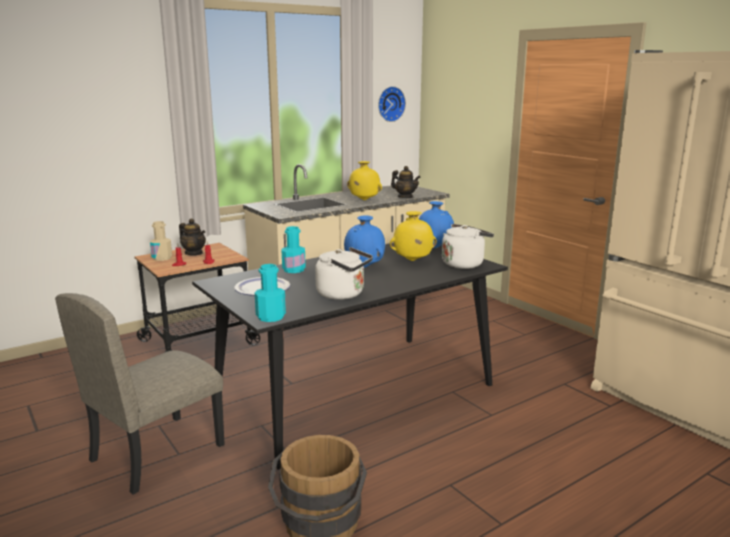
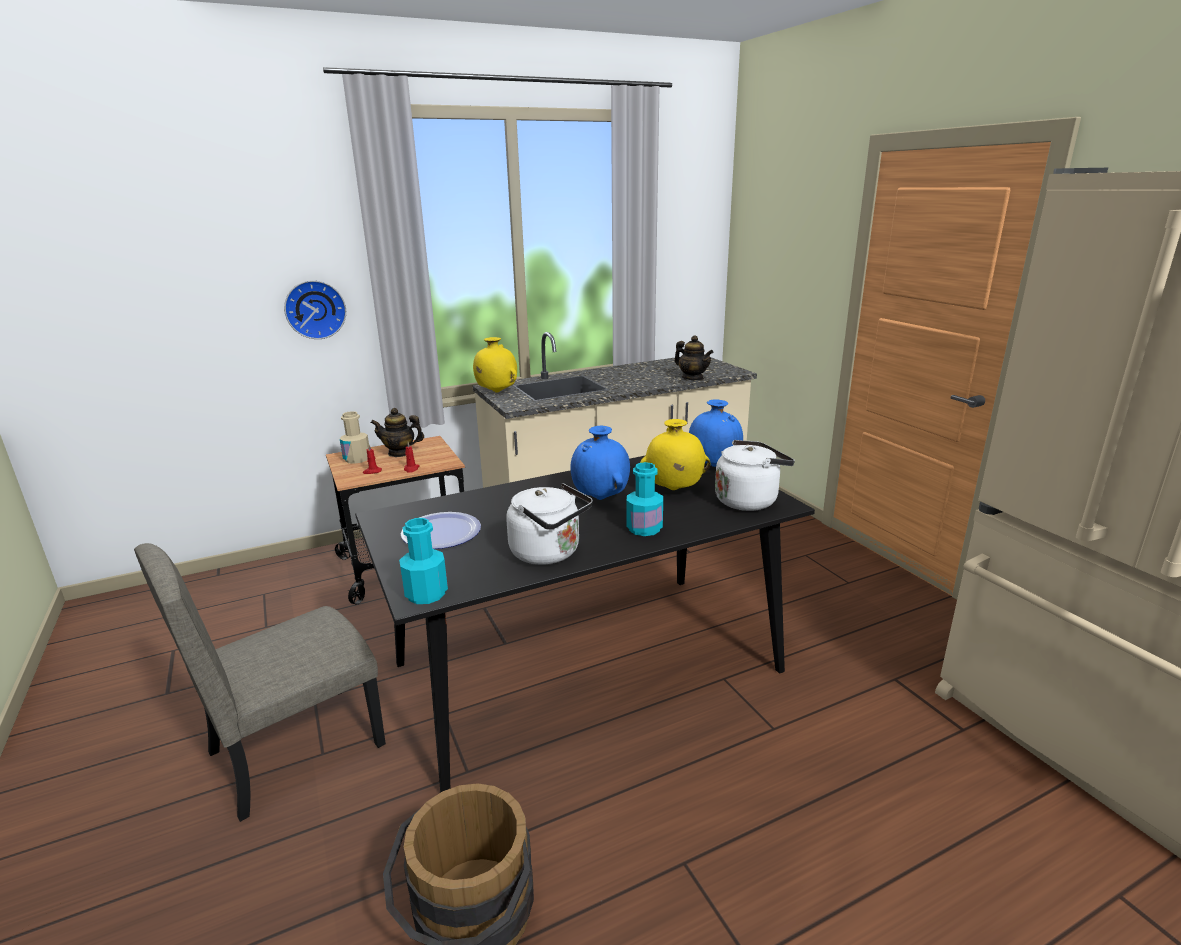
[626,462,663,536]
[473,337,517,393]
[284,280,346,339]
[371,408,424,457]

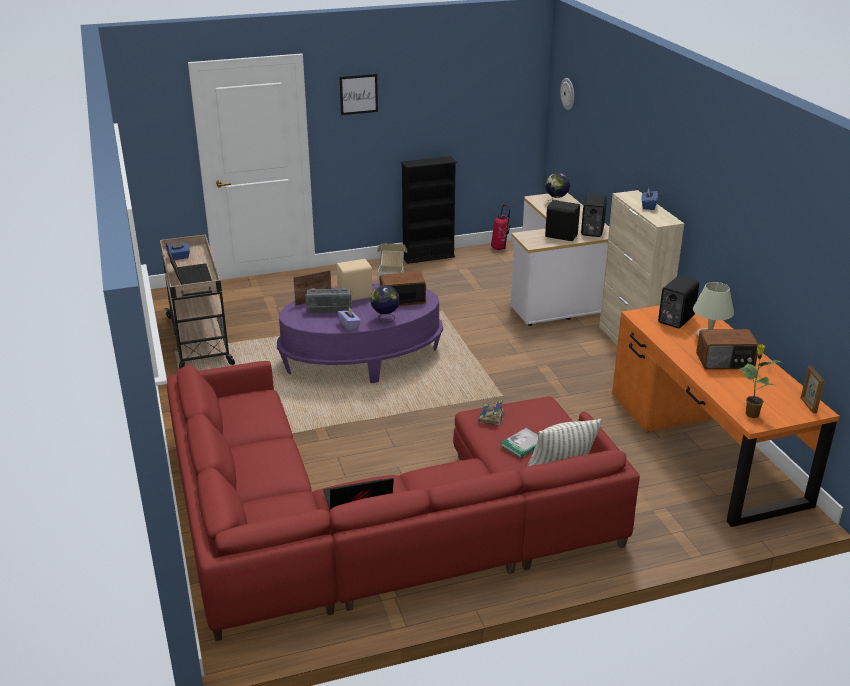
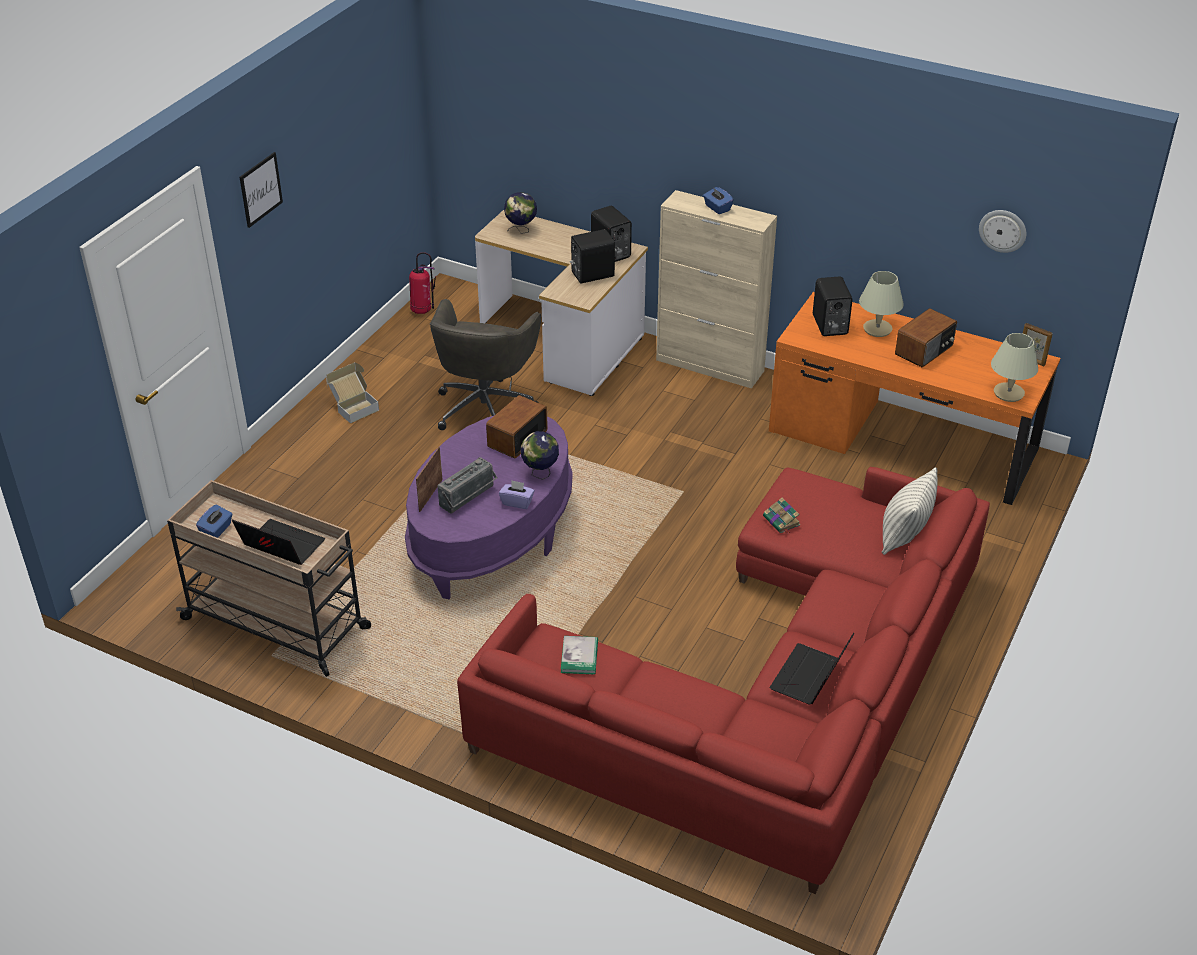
[336,259,374,301] (first image)
[401,156,457,264] (first image)
[430,299,541,430]
[561,636,598,675]
[979,210,1026,253]
[991,333,1038,402]

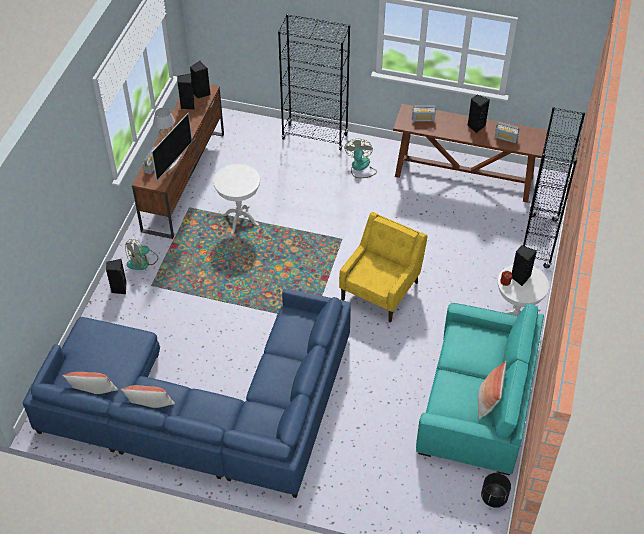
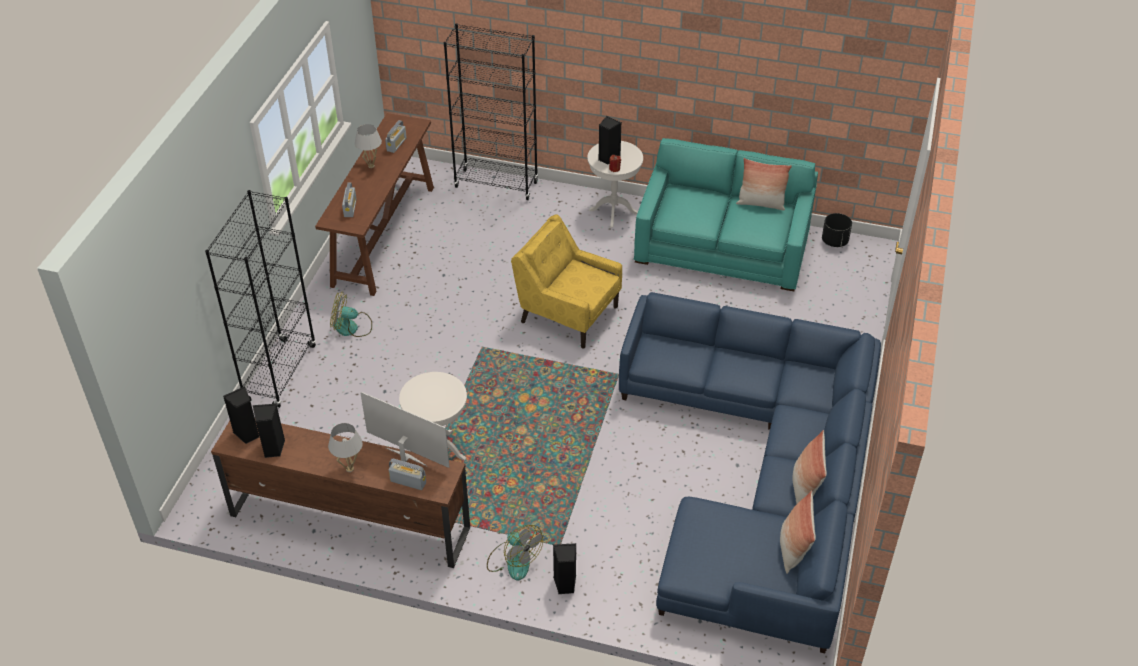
[355,124,382,168]

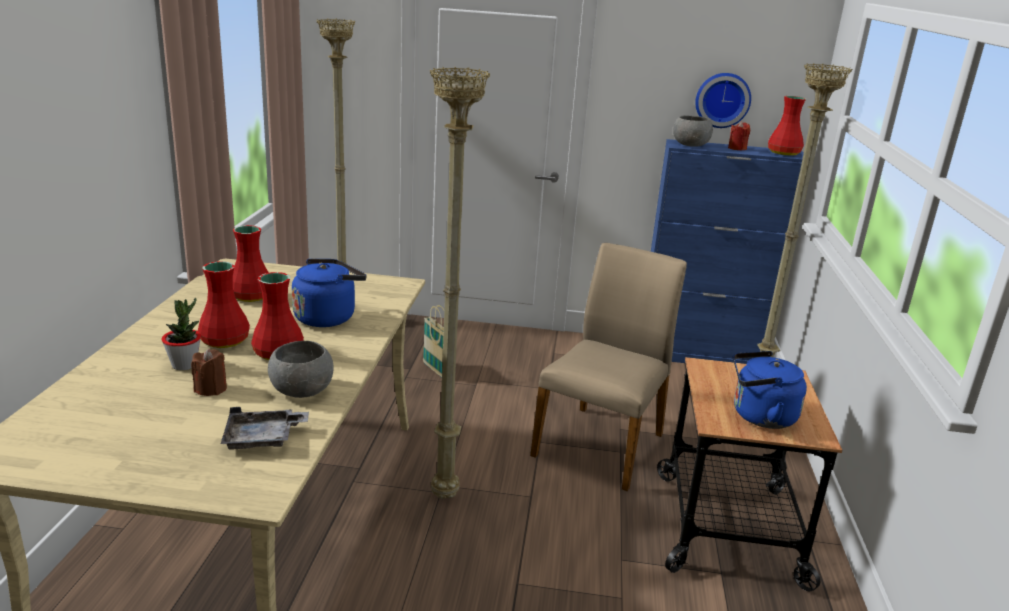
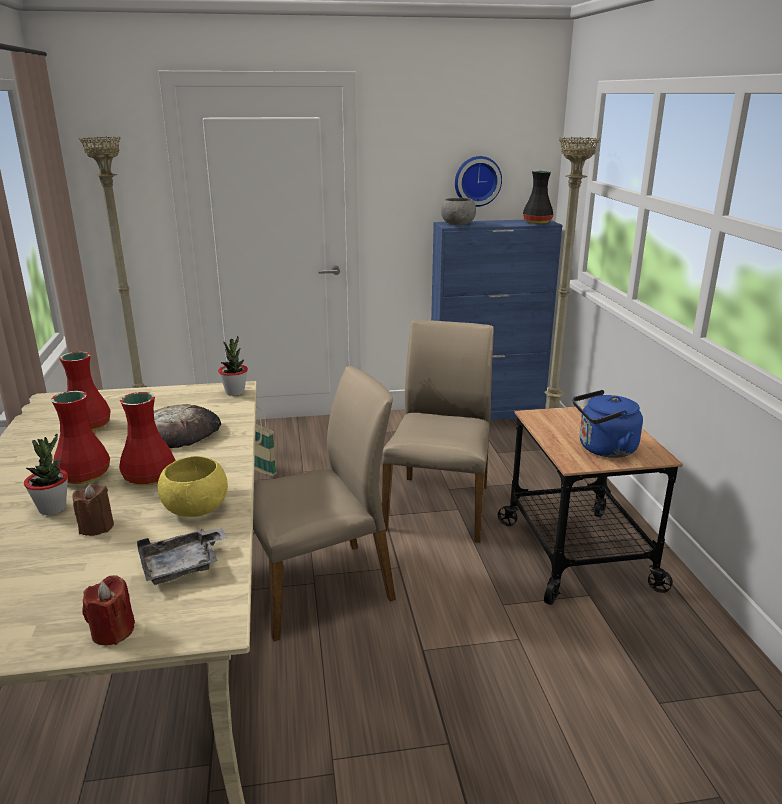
[218,336,248,396]
[82,575,135,645]
[154,404,221,448]
[253,366,396,641]
[158,456,228,517]
[523,171,554,224]

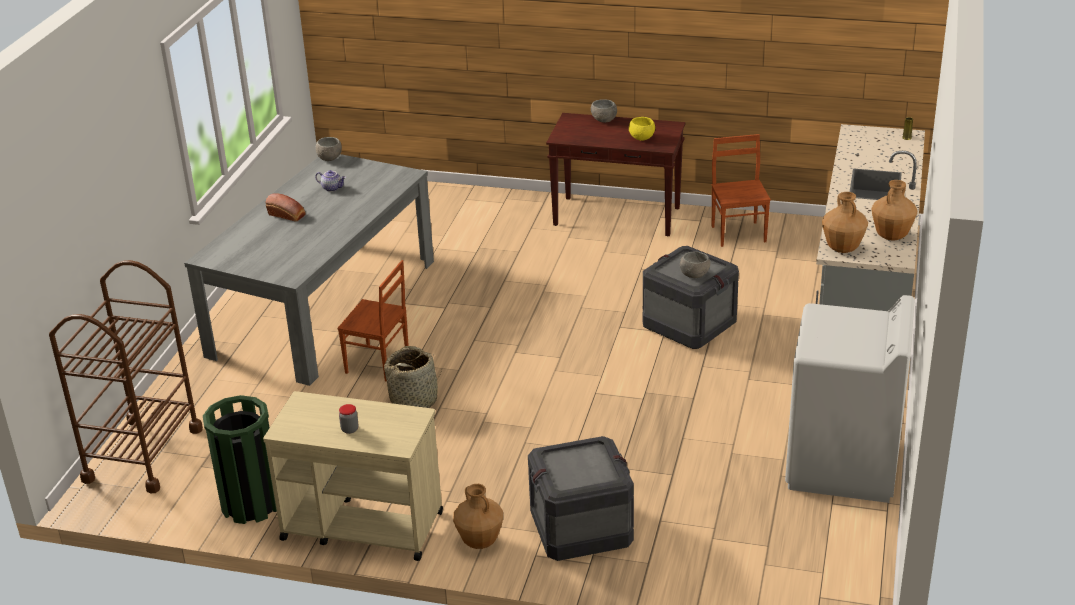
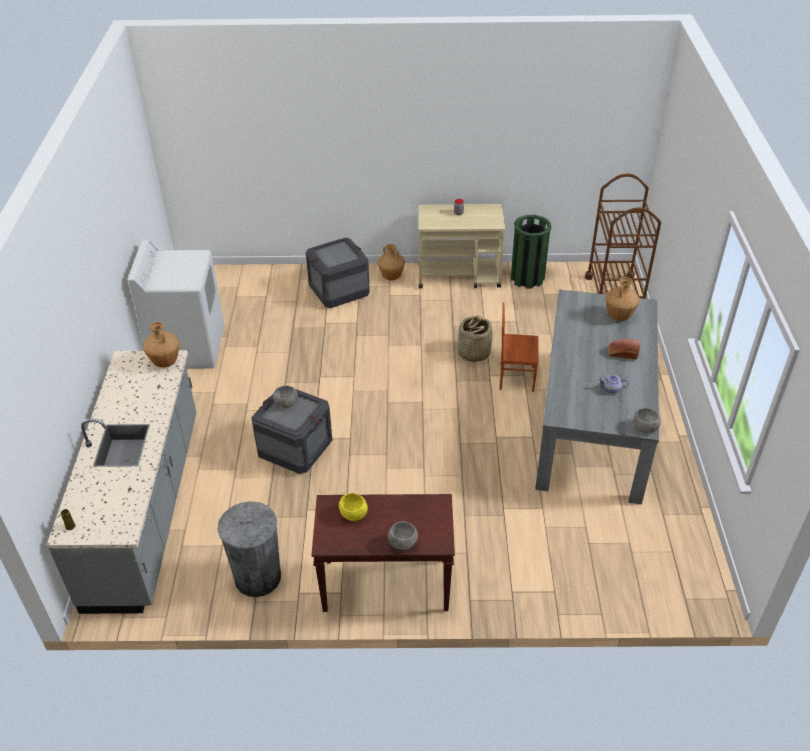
[606,277,639,321]
[217,501,281,597]

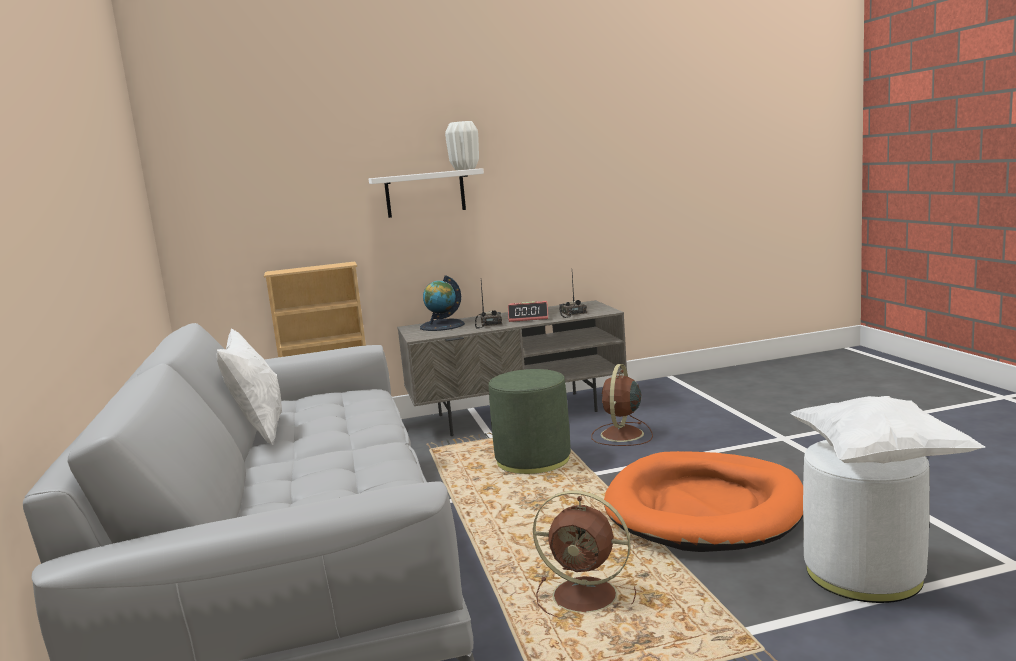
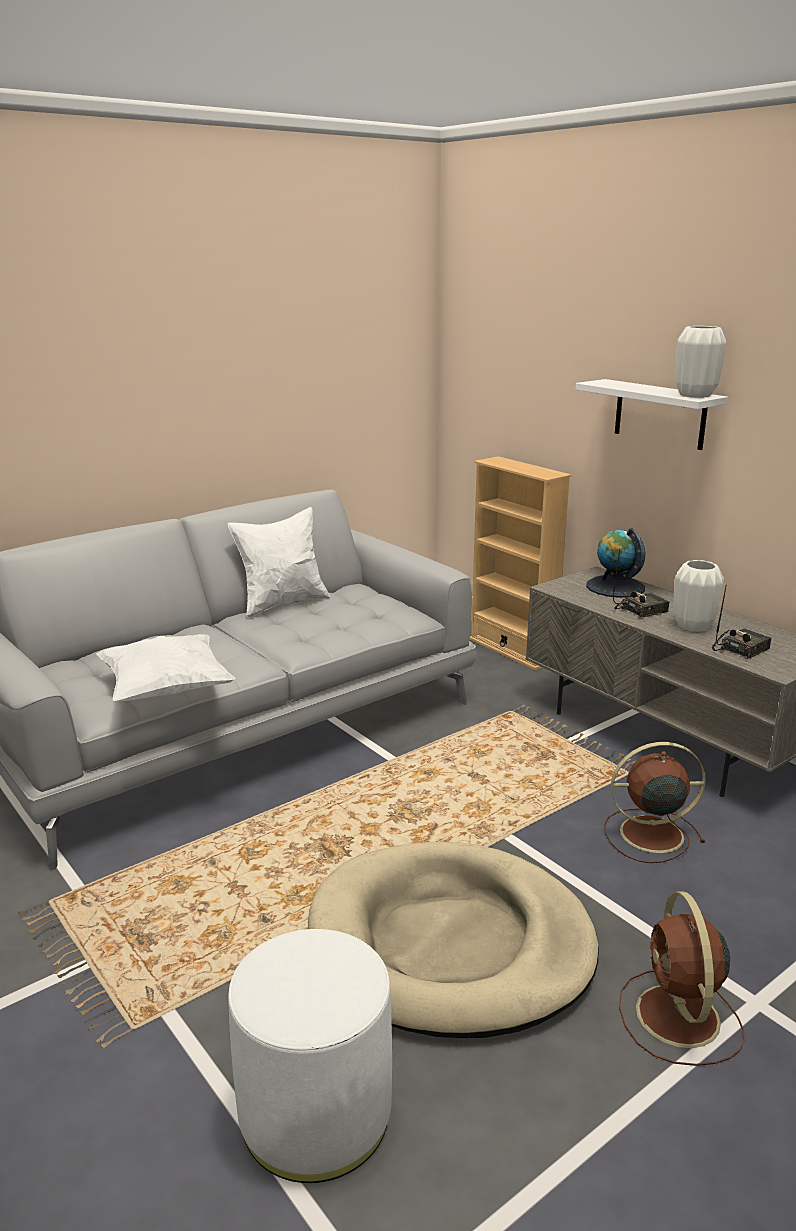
[489,369,571,474] (first image)
[619,892,745,1066]
[96,634,236,701]
[673,560,724,632]
[308,842,599,1038]

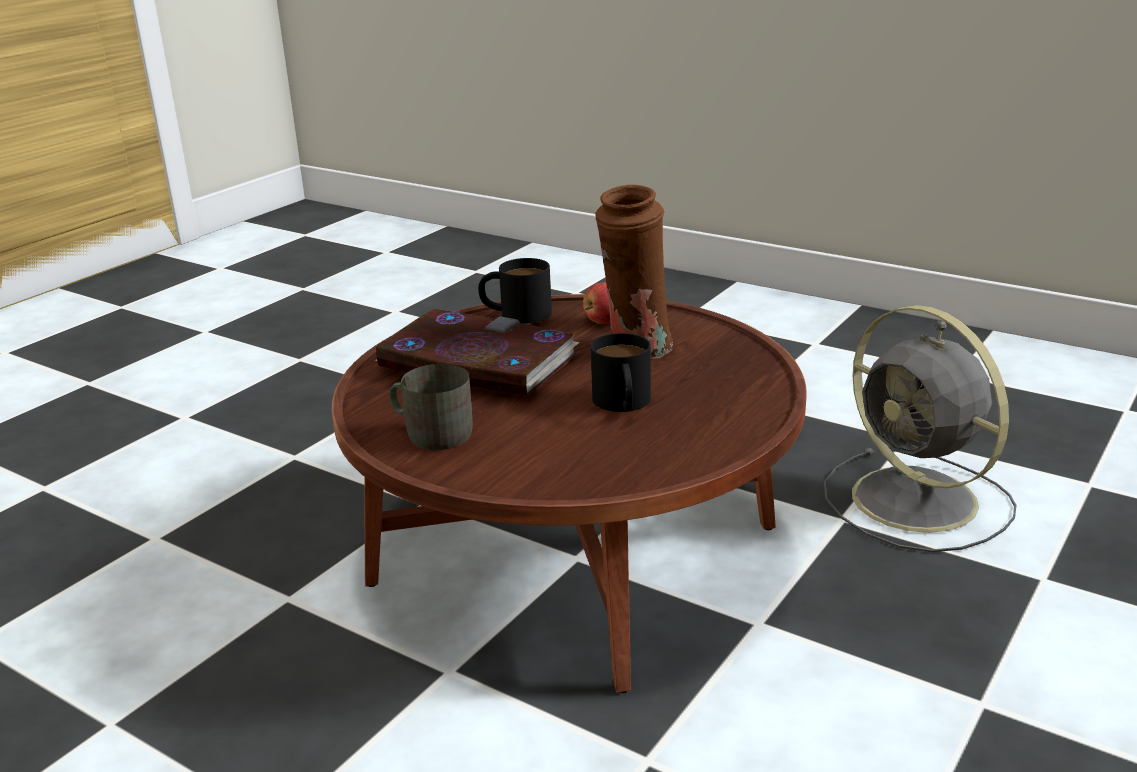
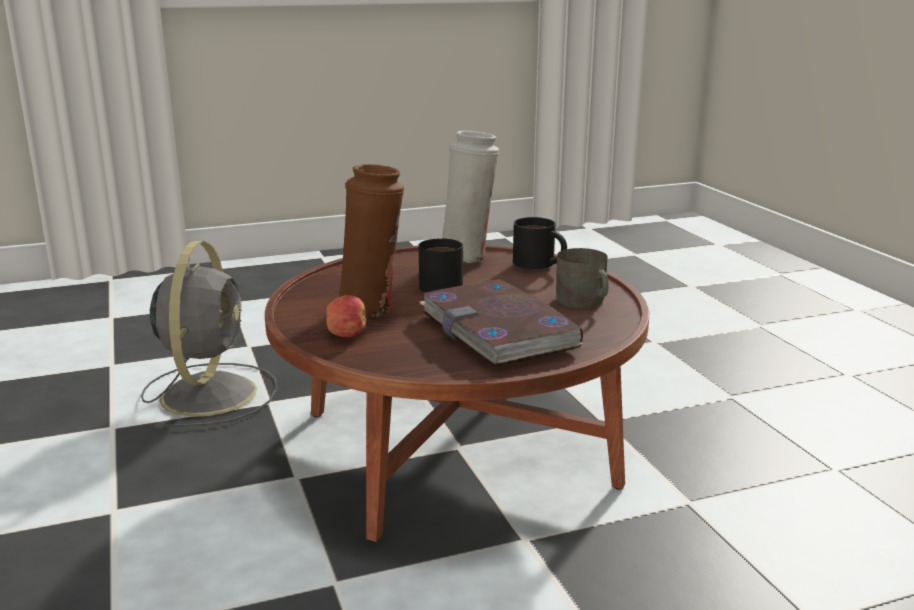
[442,131,499,263]
[513,217,567,269]

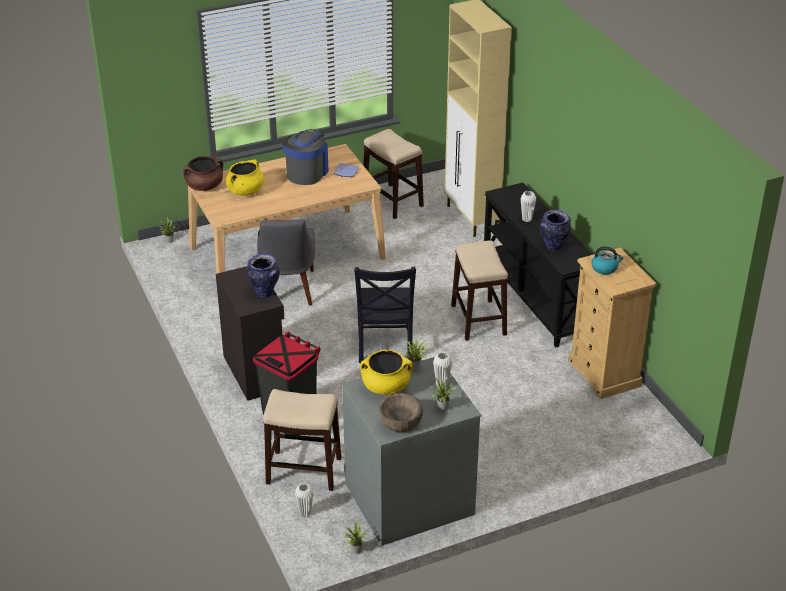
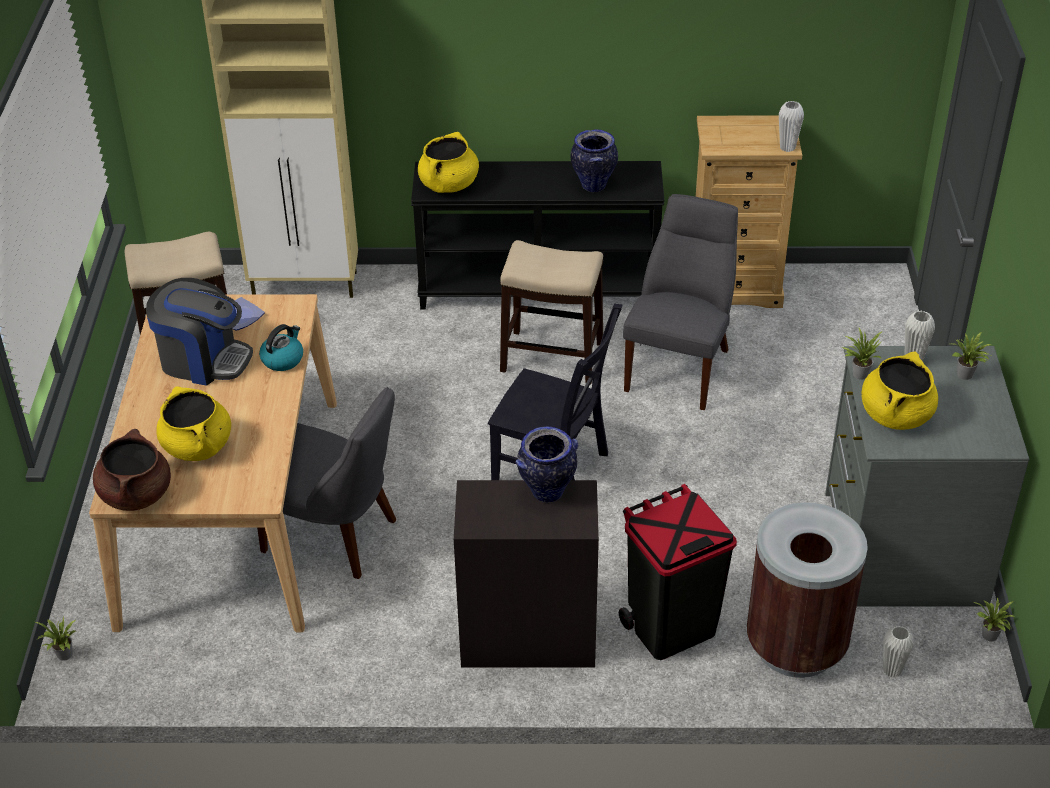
[379,393,423,432] (first image)
[418,132,479,193]
[623,194,738,410]
[779,101,804,152]
[259,324,303,371]
[747,502,868,678]
[146,278,253,386]

